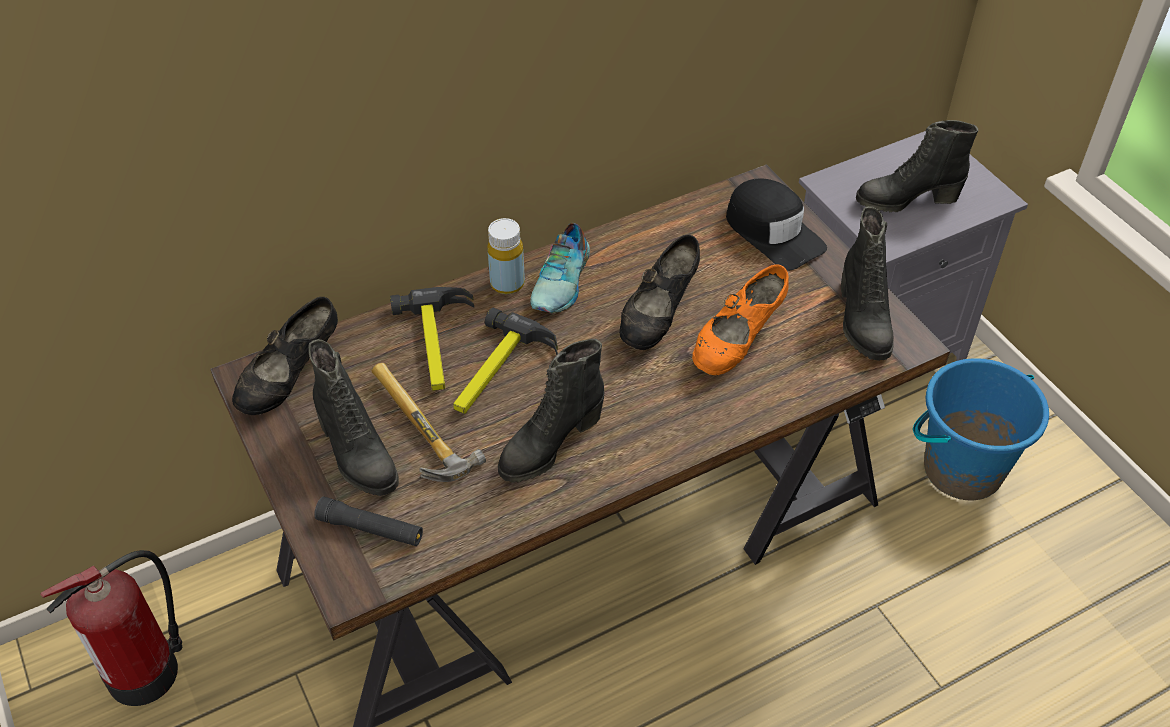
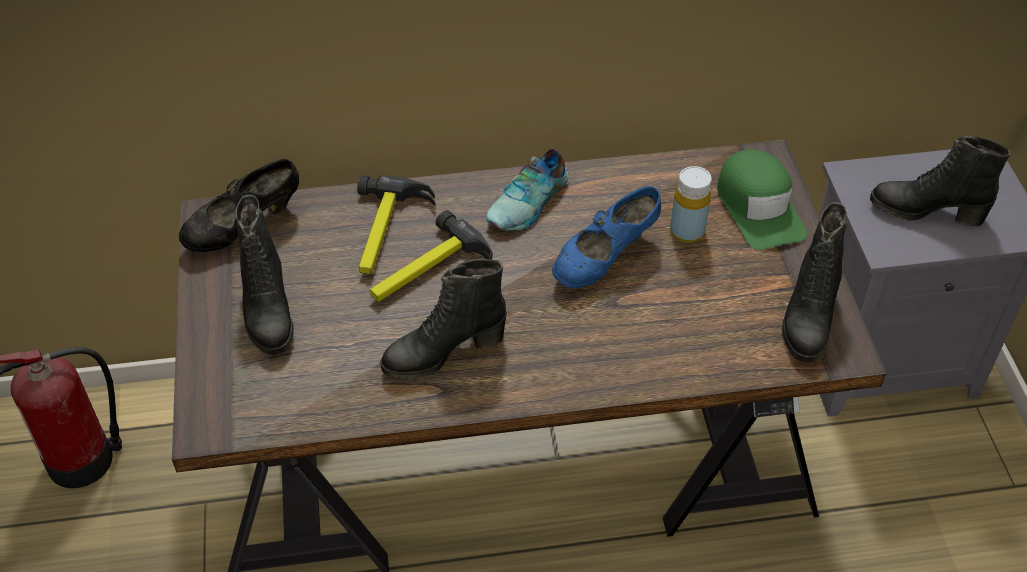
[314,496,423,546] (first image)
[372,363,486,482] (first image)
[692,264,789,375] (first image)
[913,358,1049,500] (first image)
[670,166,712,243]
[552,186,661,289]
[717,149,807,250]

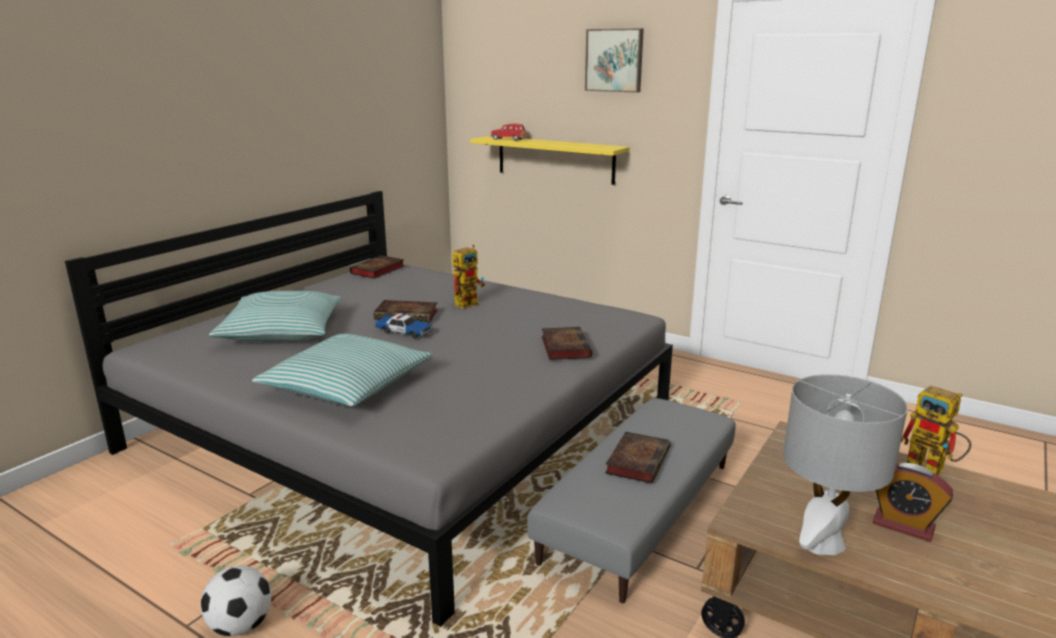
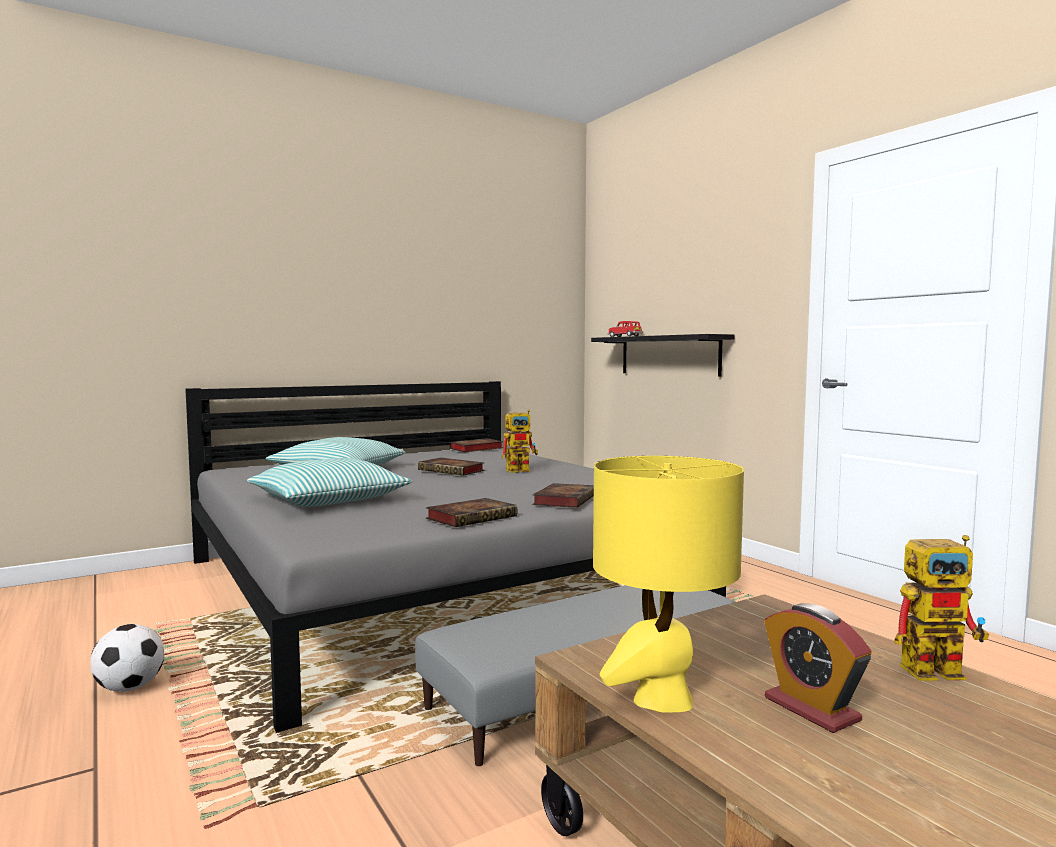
[374,313,434,338] (first image)
[585,29,644,93] (first image)
[426,498,517,527]
[591,334,735,377]
[593,456,744,713]
[894,535,989,681]

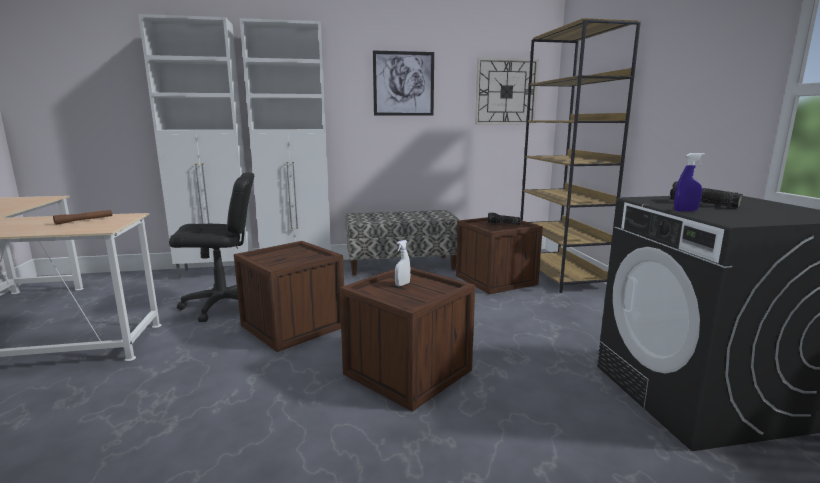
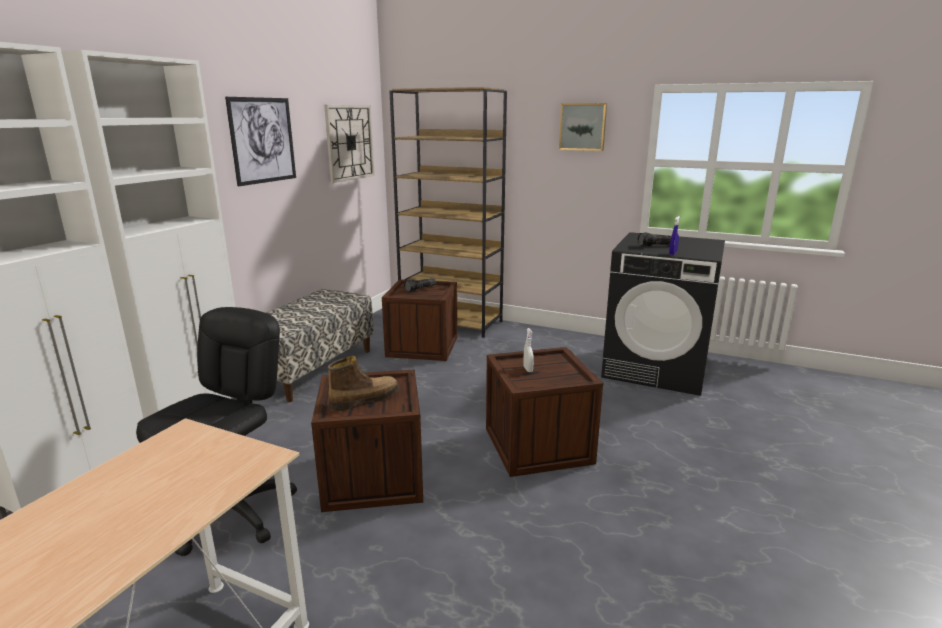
[53,210,112,225] (first image)
[327,356,400,411]
[559,103,607,151]

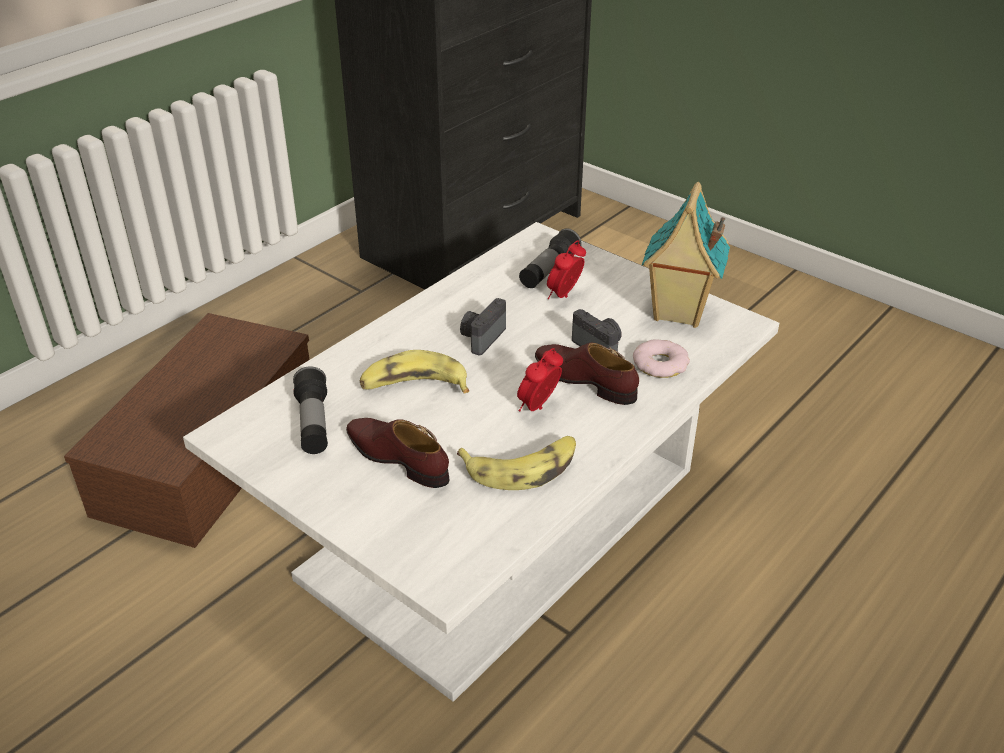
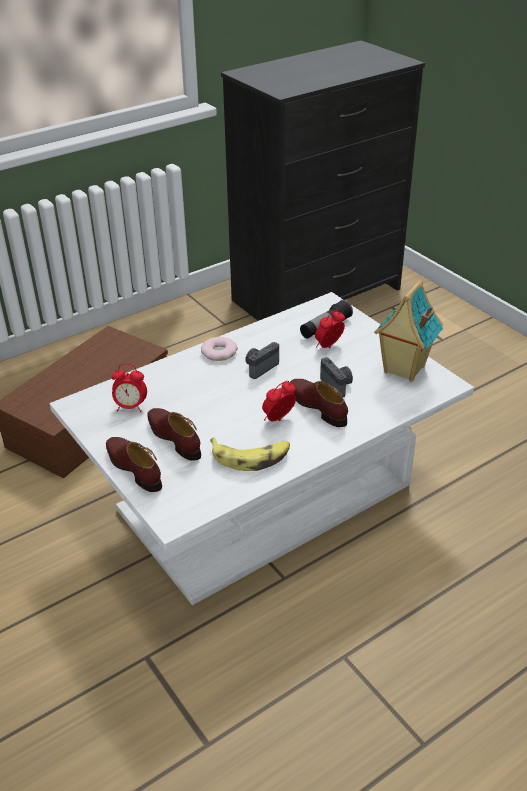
[360,350,469,394] (first image)
[106,437,162,492]
[201,337,238,361]
[111,363,147,412]

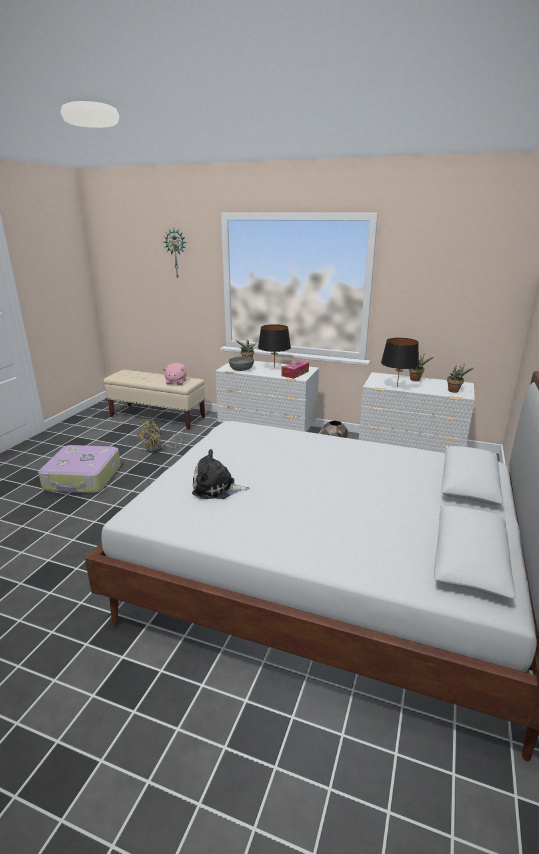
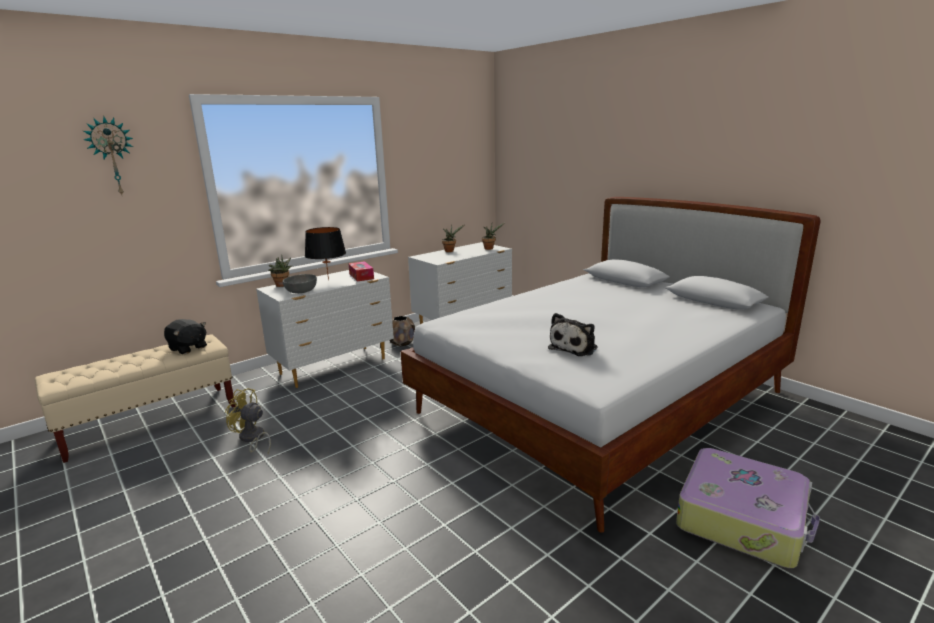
[381,338,419,387] (first image)
[676,448,820,568]
[164,319,207,354]
[225,388,271,454]

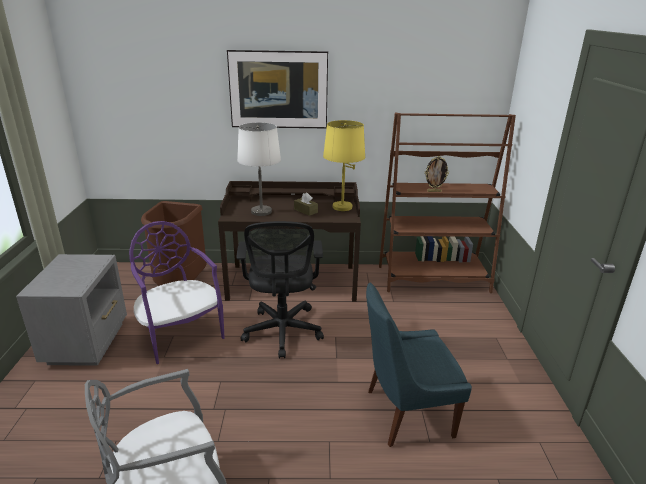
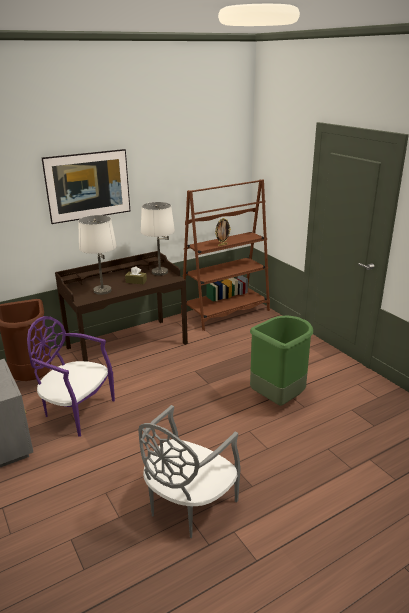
[236,221,324,358] (first image)
[250,315,313,406]
[141,202,175,276]

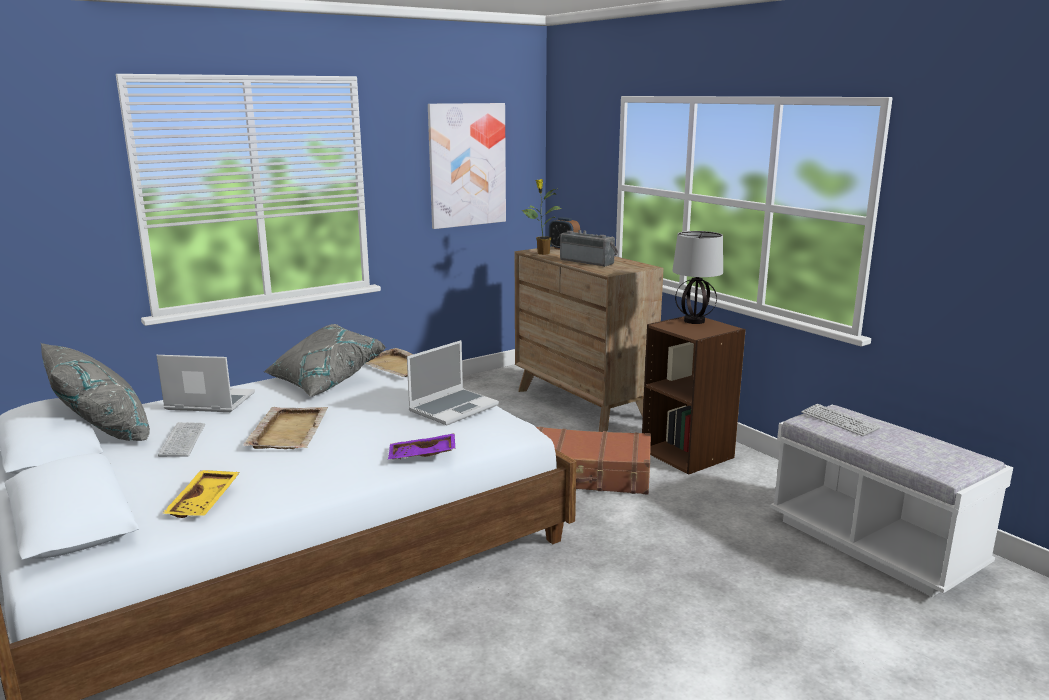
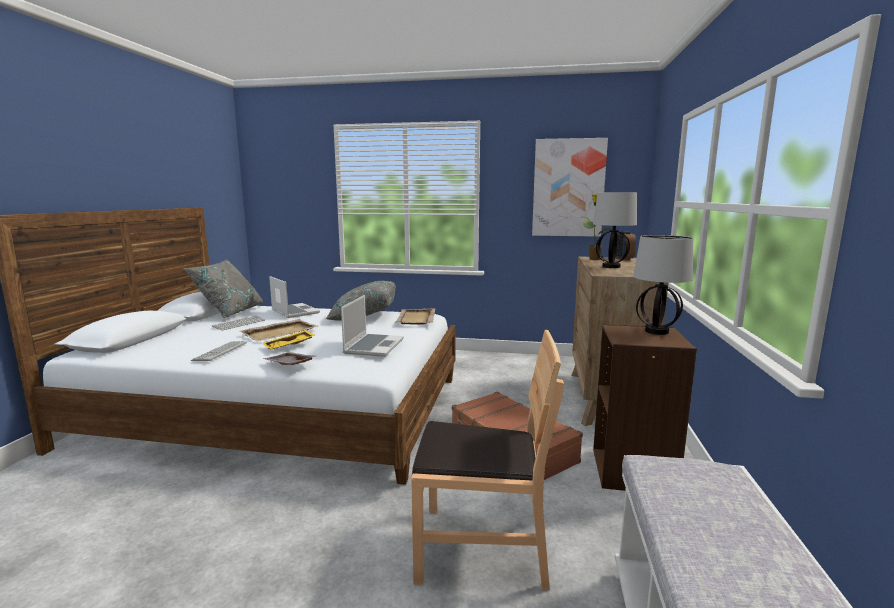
[411,330,564,591]
[262,330,315,349]
[191,341,247,361]
[593,192,637,268]
[263,352,315,365]
[341,295,404,357]

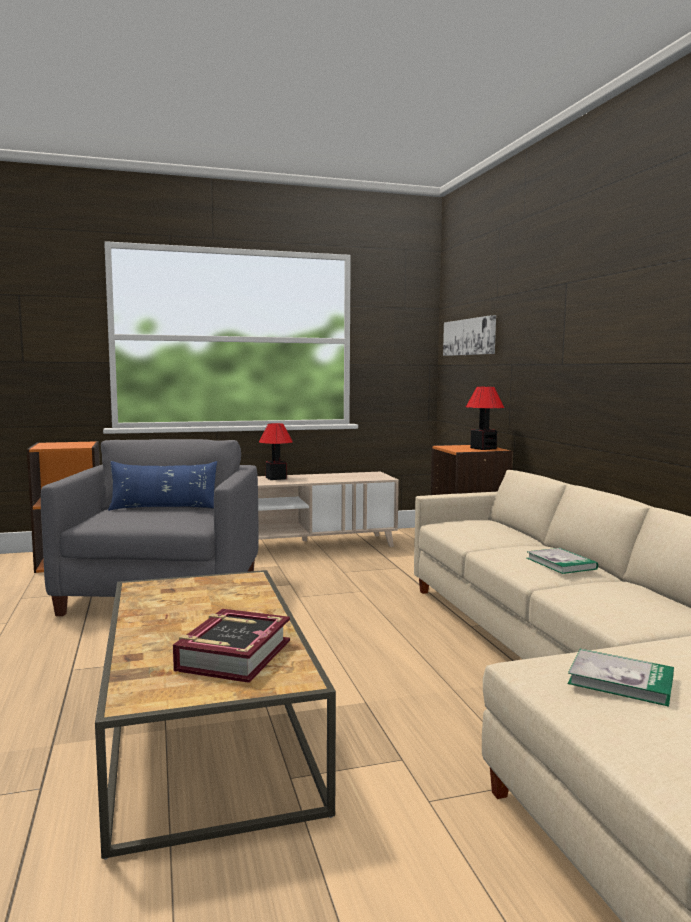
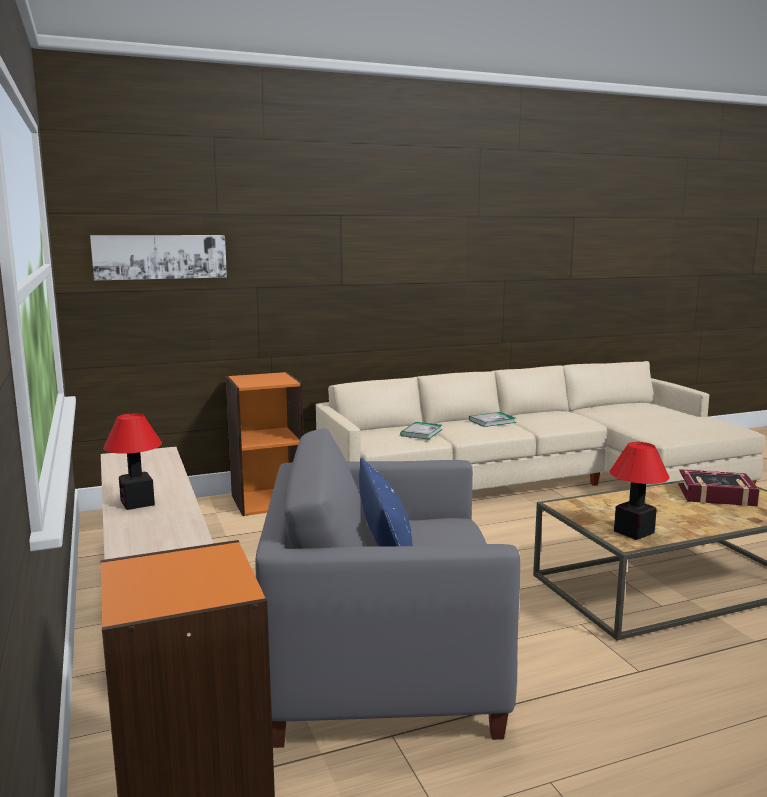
[610,442,669,540]
[400,422,442,440]

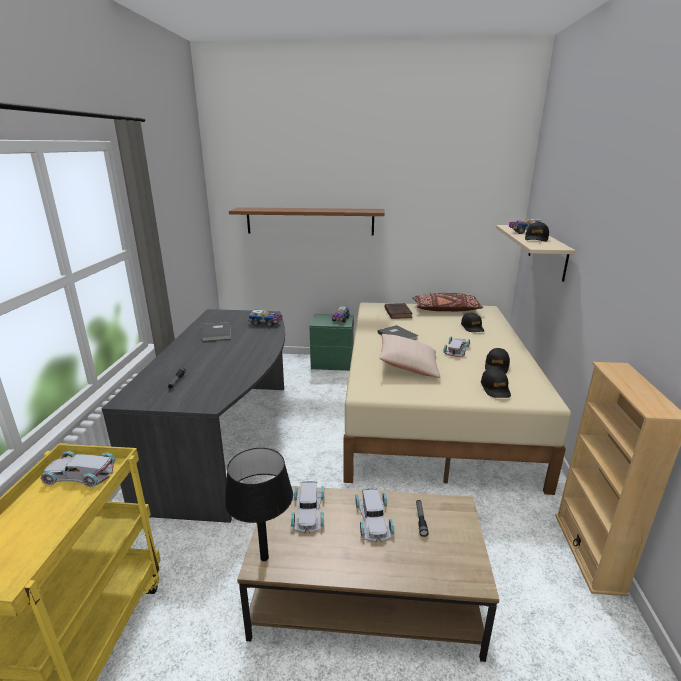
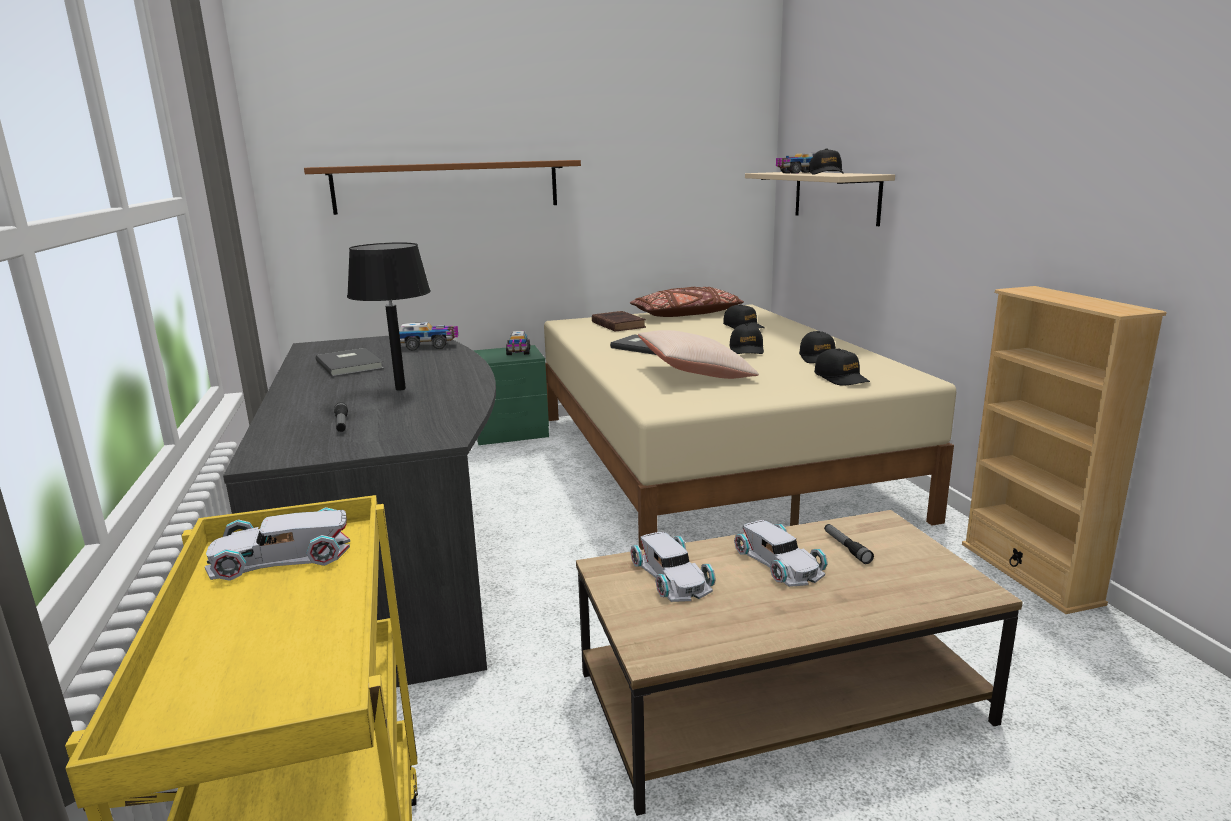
[347,242,431,391]
[729,324,764,354]

